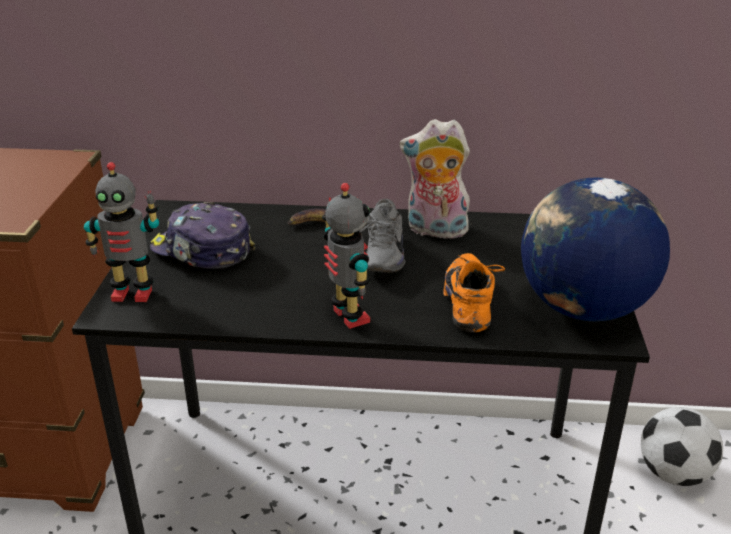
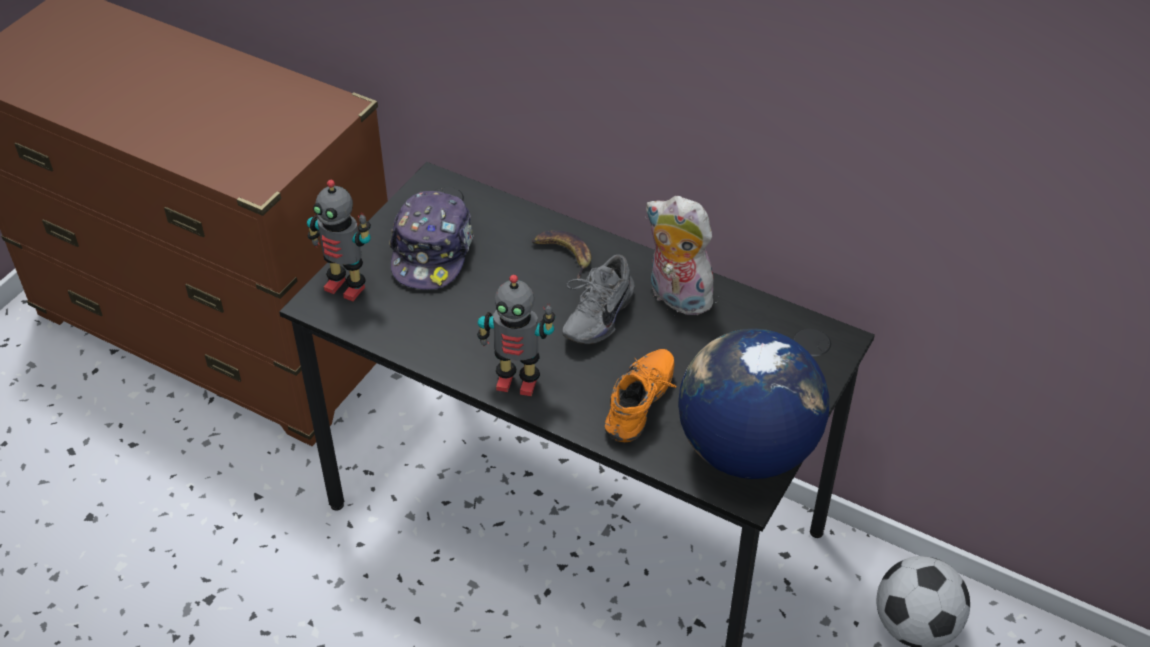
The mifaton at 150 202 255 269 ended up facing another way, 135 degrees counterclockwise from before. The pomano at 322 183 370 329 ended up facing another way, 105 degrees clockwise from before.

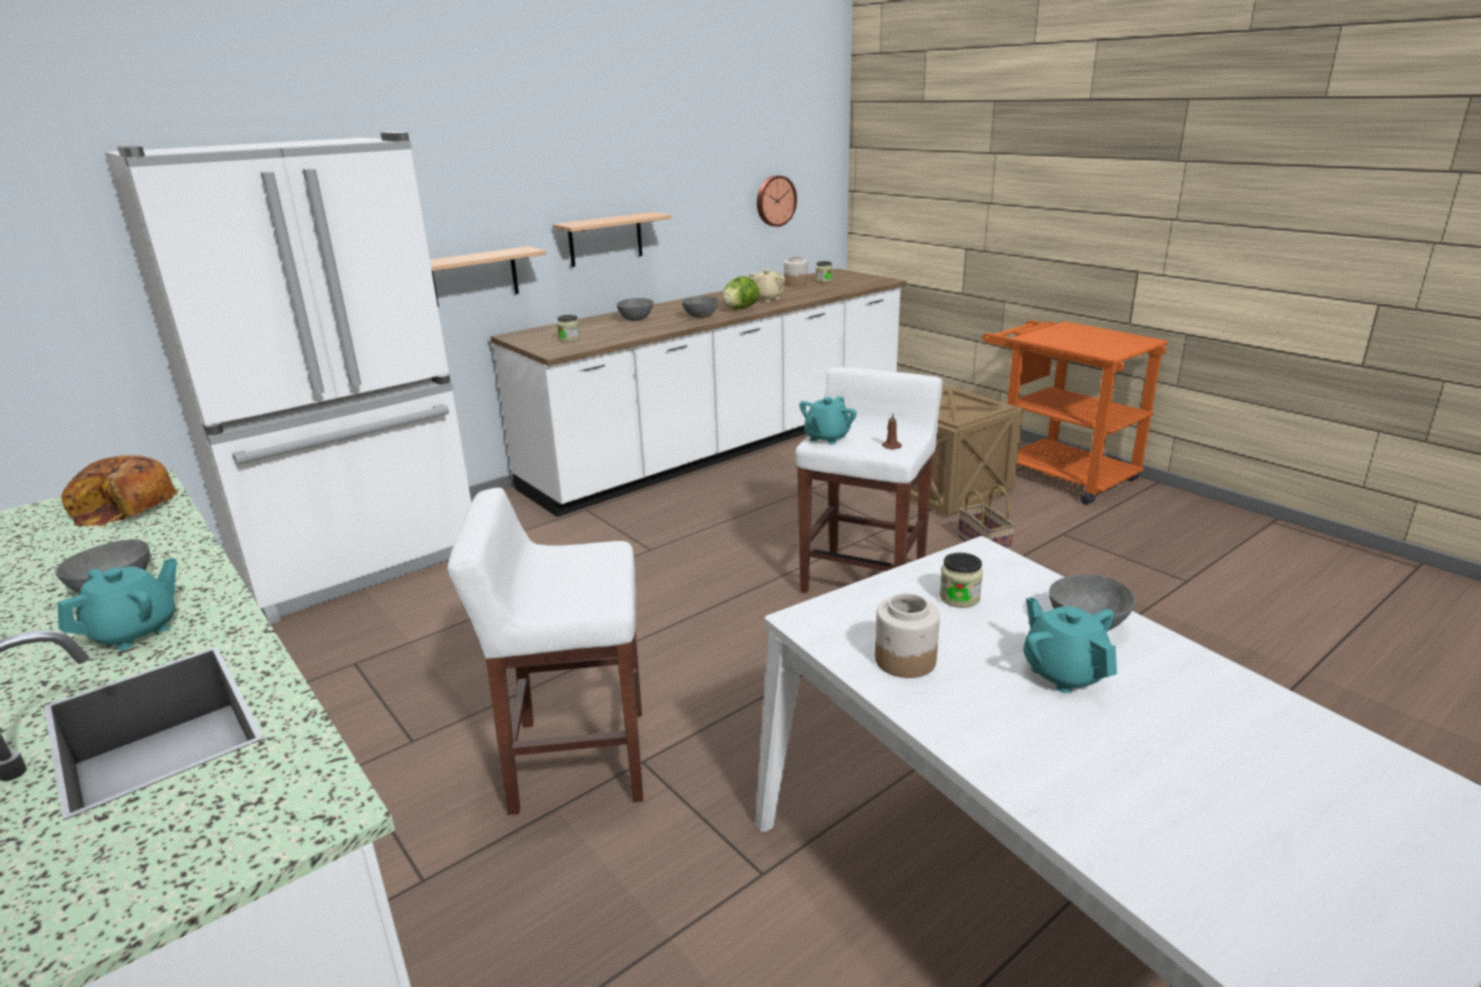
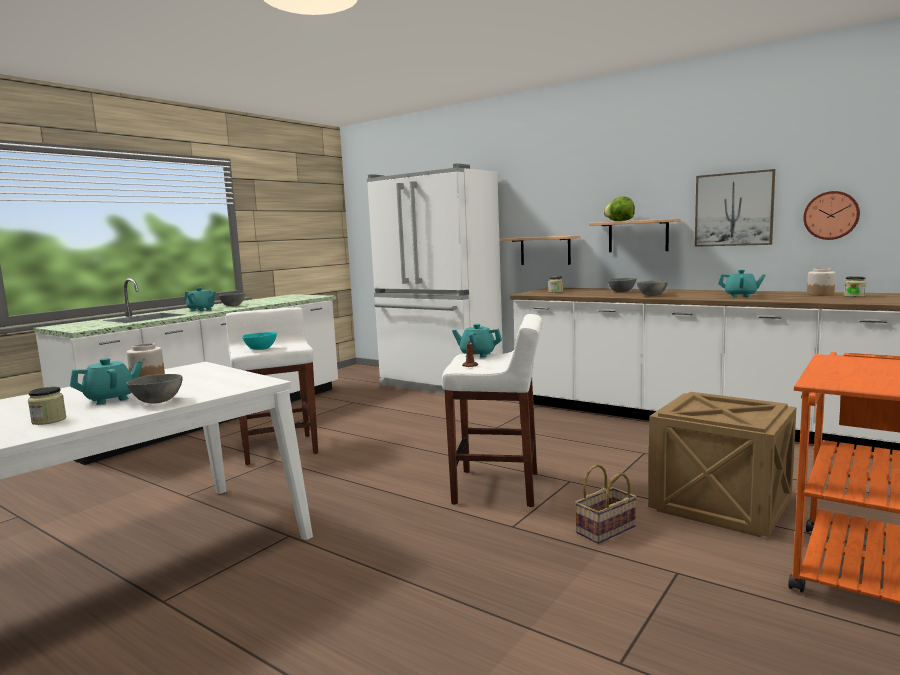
The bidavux ended up elsewhere, having gone from 939 553 983 608 to 28 387 67 425. The second view gained the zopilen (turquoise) at 242 332 277 350. The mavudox ended up elsewhere, having gone from 723 276 760 310 to 604 196 635 221. The second view gained the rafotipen at 695 169 775 247. What was the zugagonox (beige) at 749 270 785 302 turned into the zugagonox (turquoise) at 718 270 766 298. The second view lost the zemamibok at 61 455 178 527.

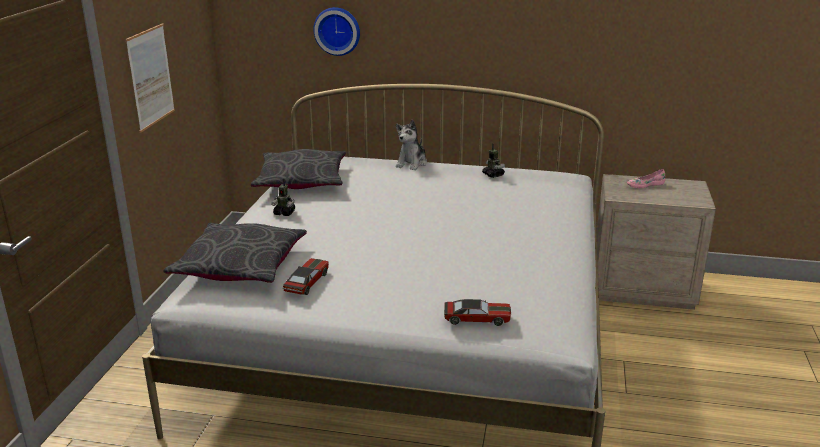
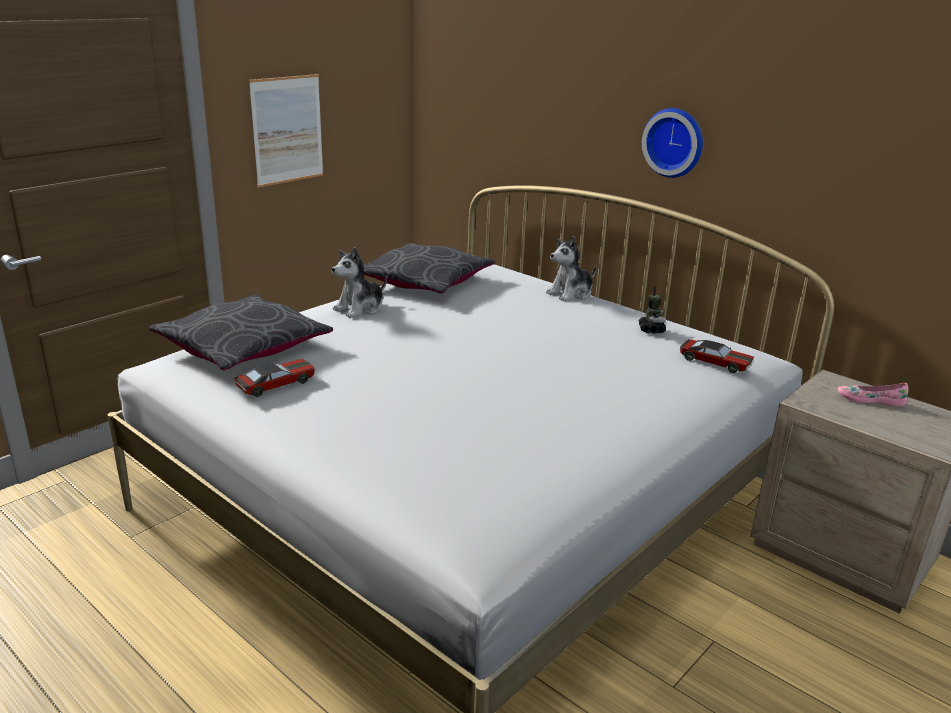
Where the pomano stood at 271 178 295 216, the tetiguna came to stand at 332 247 387 318. The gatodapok ended up elsewhere, having gone from 313 7 360 56 to 642 108 703 178. The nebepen ended up elsewhere, having gone from 444 299 511 326 to 680 339 754 373.

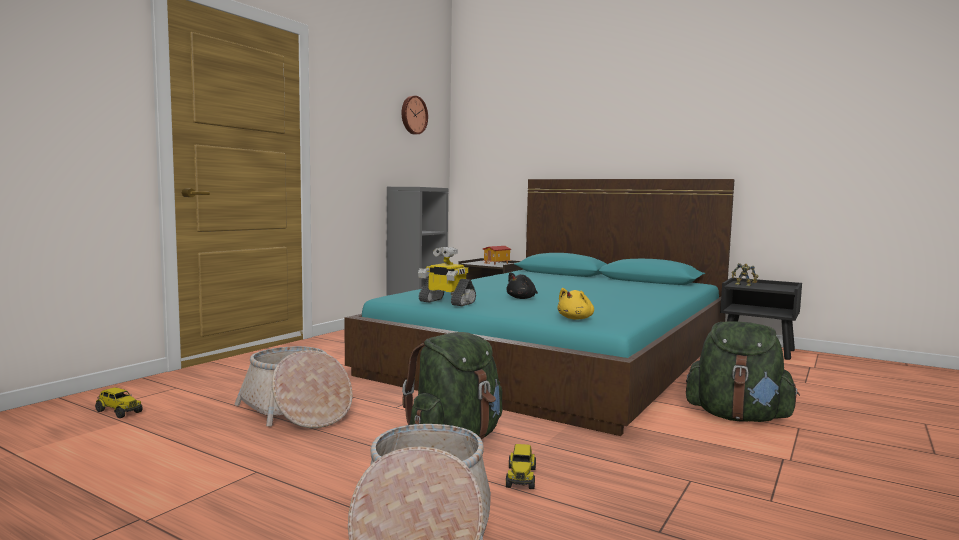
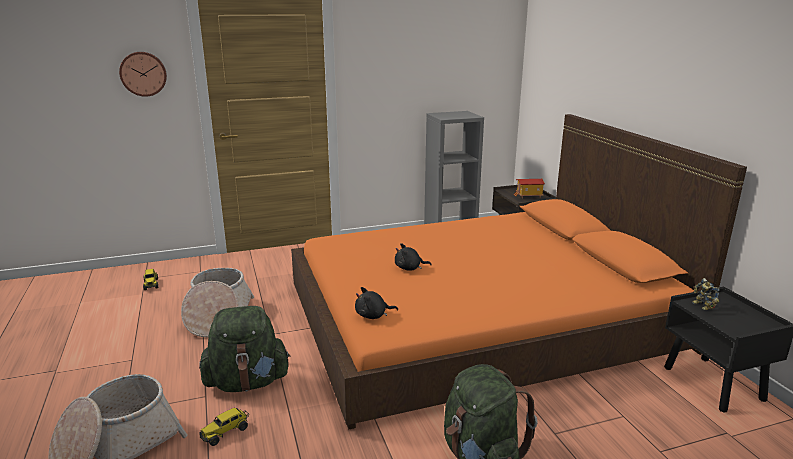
The gatodapok ended up elsewhere, having gone from 402 96 428 134 to 119 52 167 97. What was the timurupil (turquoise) at 344 179 735 436 turned into the timurupil (orange) at 291 114 747 429. What was the tetiguna (yellow) at 557 288 594 320 turned into the tetiguna (black) at 355 287 398 319. The second view lost the pomano at 418 247 476 306.

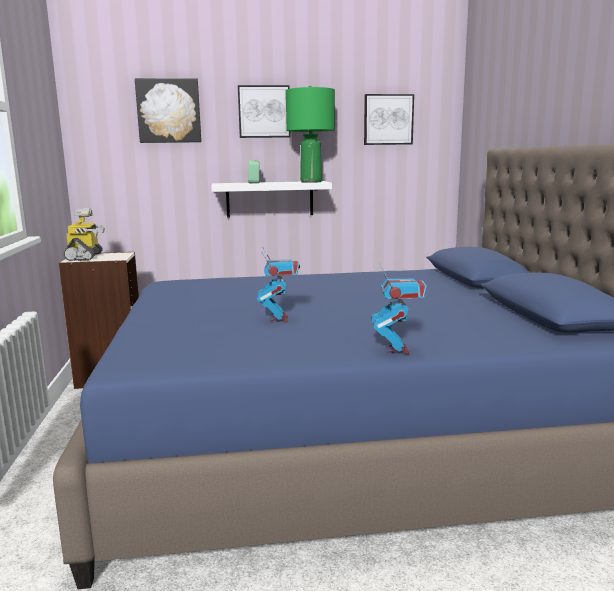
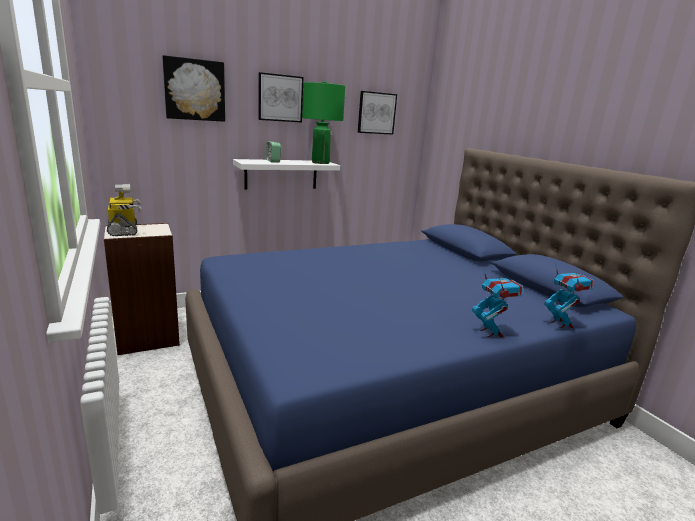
The pomano ended up elsewhere, having gone from 257 248 300 322 to 544 263 594 328.

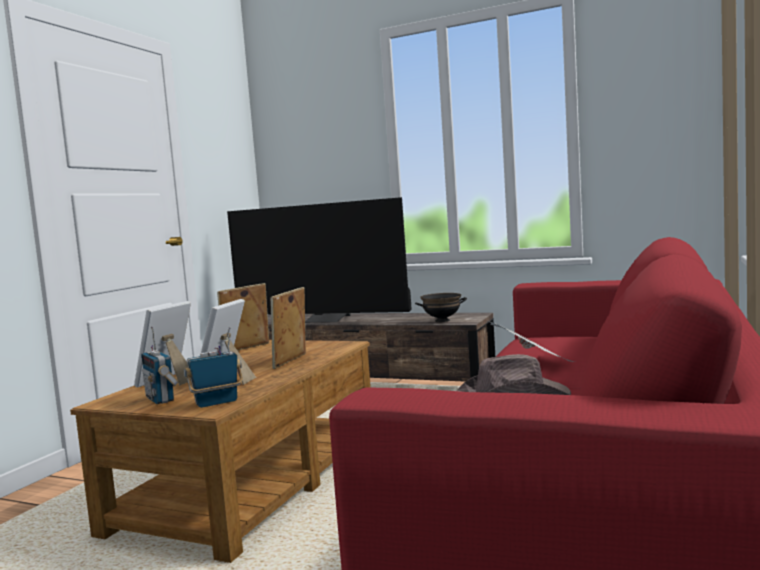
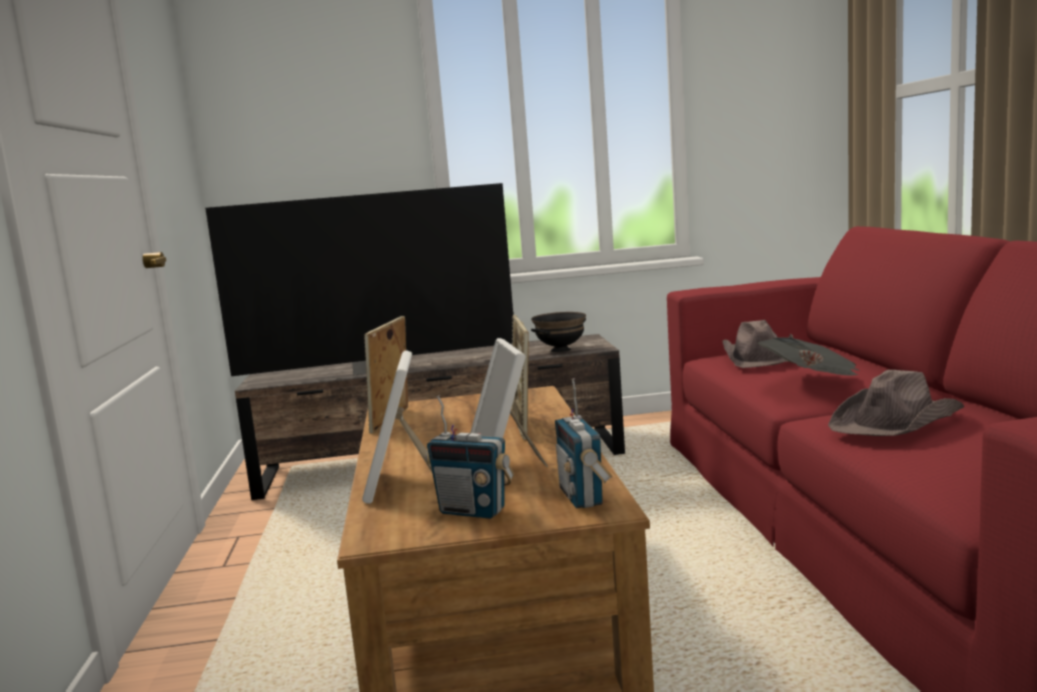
The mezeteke at 184 328 243 408 ended up facing another way, 45 degrees counterclockwise from before. The second view gained the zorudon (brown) at 723 320 793 368.

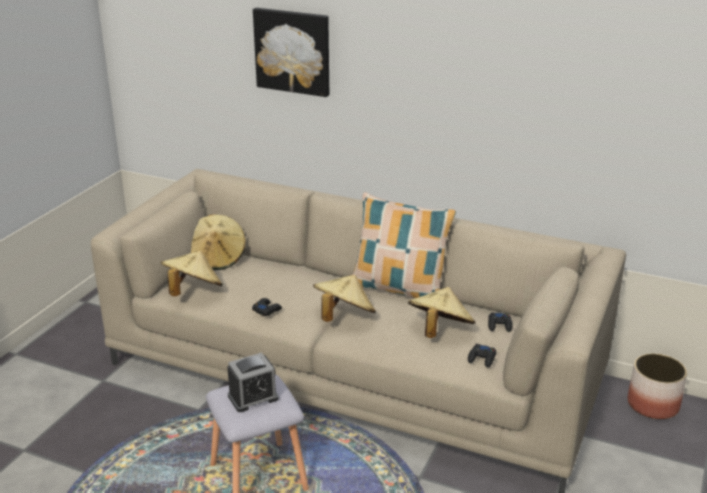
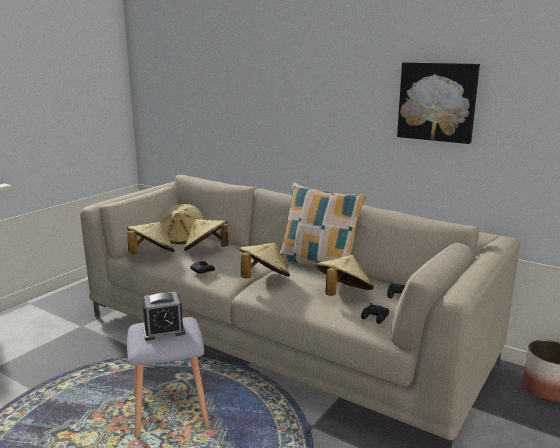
The second view gained the zorudon (beige) at 184 219 229 251. The rafotipen ended up elsewhere, having gone from 253 8 329 97 to 397 62 480 144.

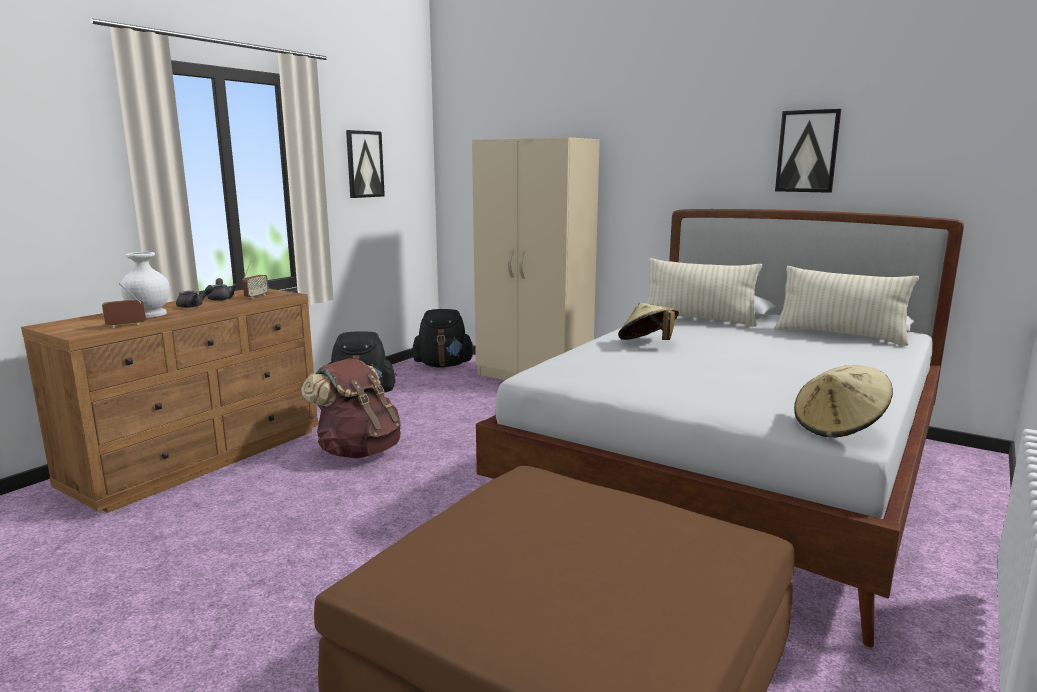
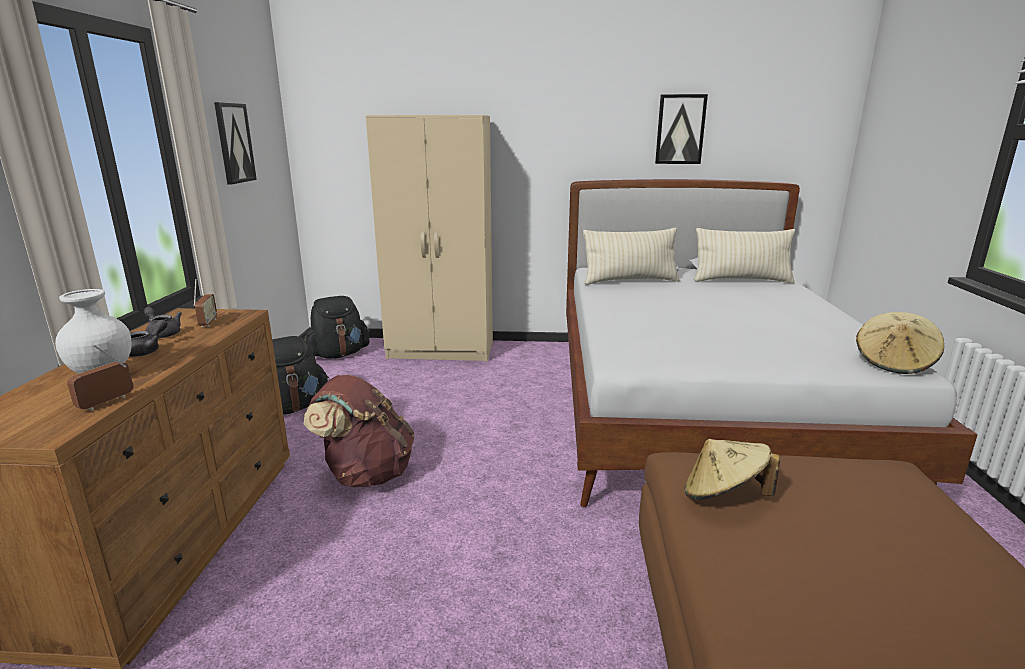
The zorudon (beige) ended up elsewhere, having gone from 618 303 679 340 to 684 439 780 500.

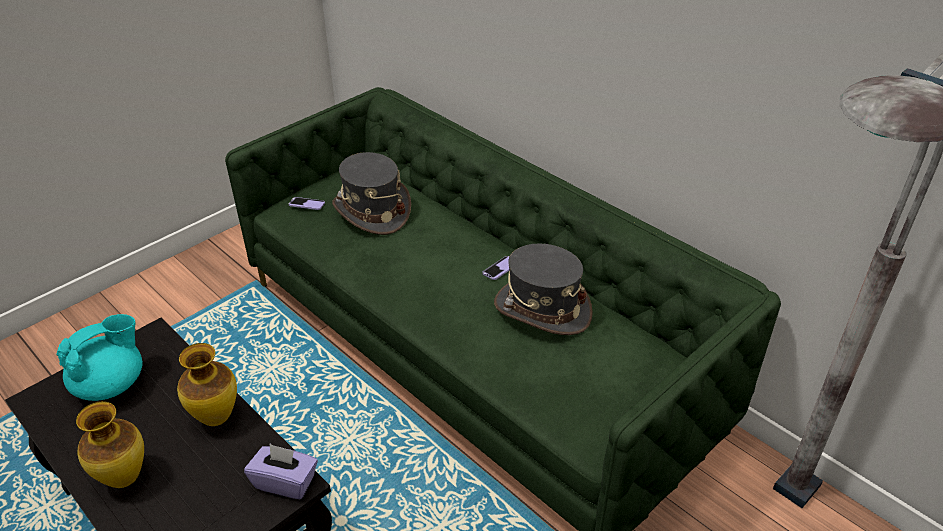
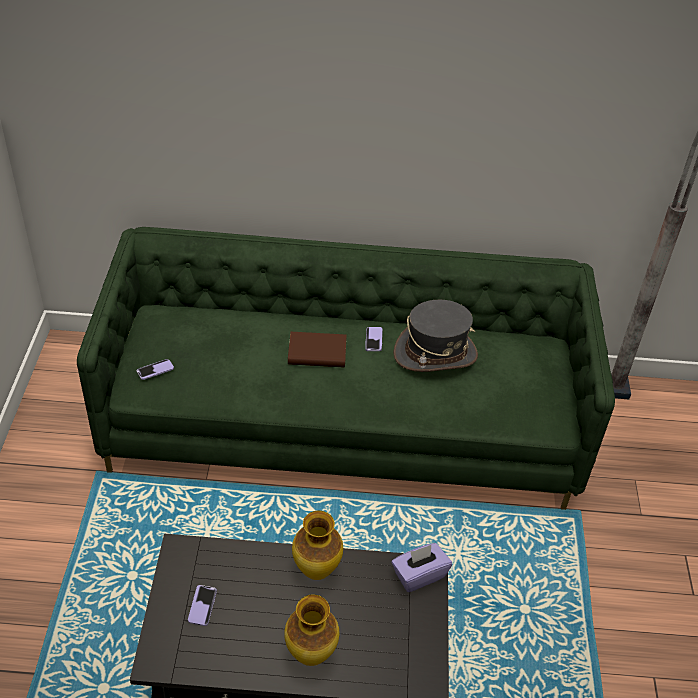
Where the zugagonox (turquoise) stood at 56 314 143 401, the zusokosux came to stand at 188 585 217 626. The second view gained the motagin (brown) at 288 332 347 367. The second view lost the zorudon (grey) at 332 152 411 235.

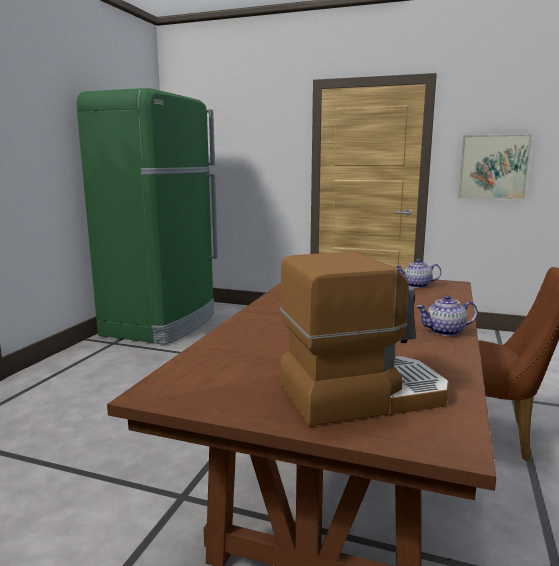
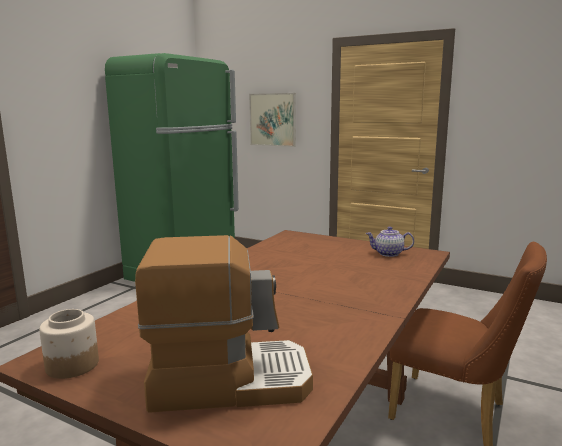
The second view gained the bidavux at 39 309 99 379. The rafotipen ended up elsewhere, having gone from 458 134 533 200 to 249 93 296 147. The second view lost the zugagonox at 416 295 478 336.

